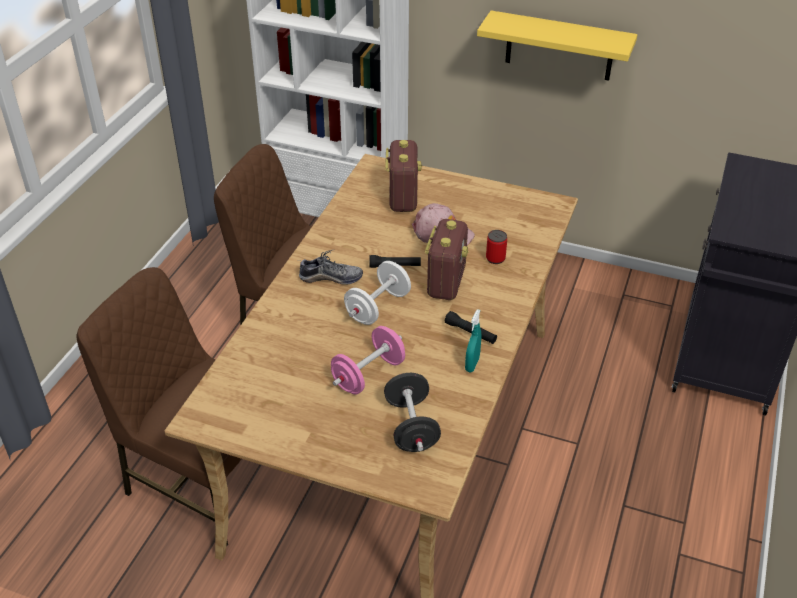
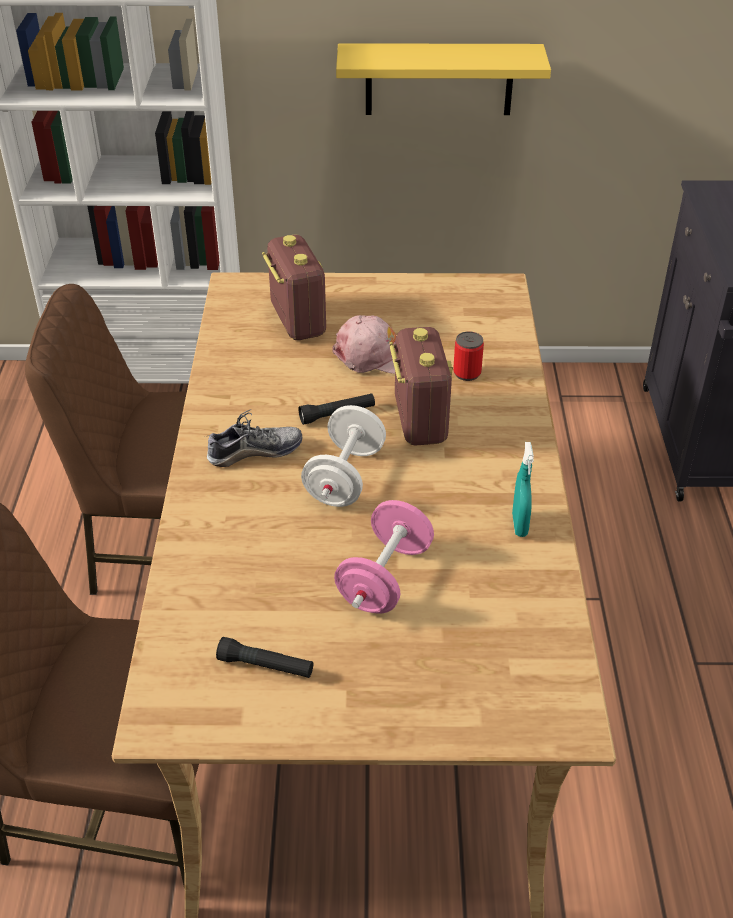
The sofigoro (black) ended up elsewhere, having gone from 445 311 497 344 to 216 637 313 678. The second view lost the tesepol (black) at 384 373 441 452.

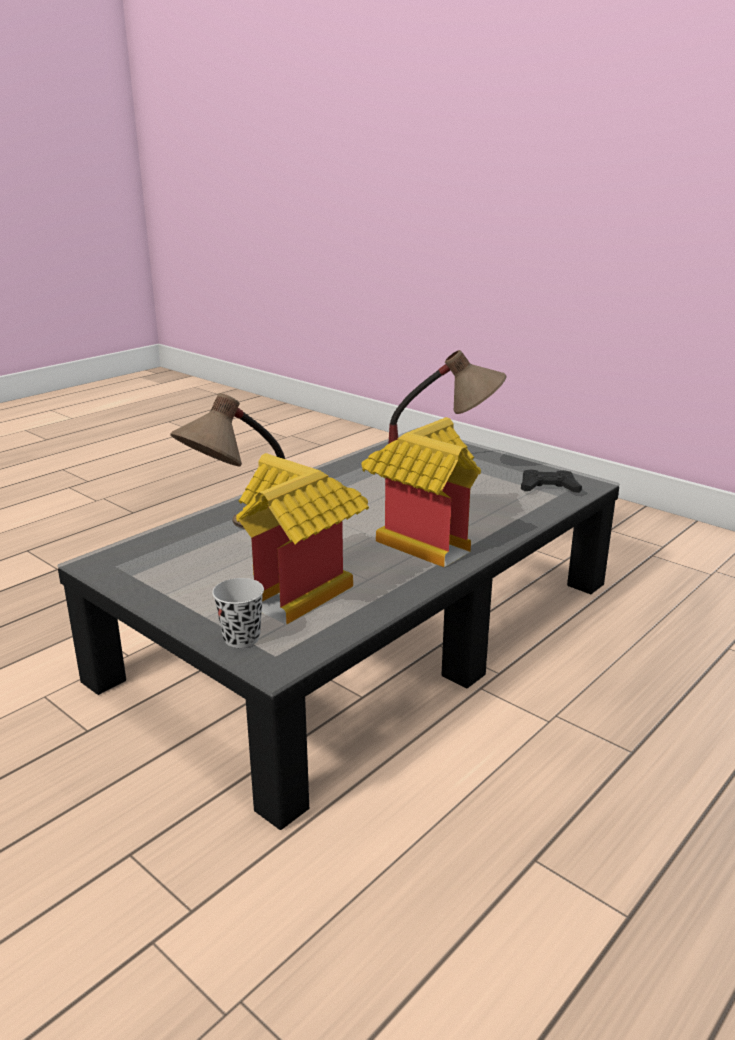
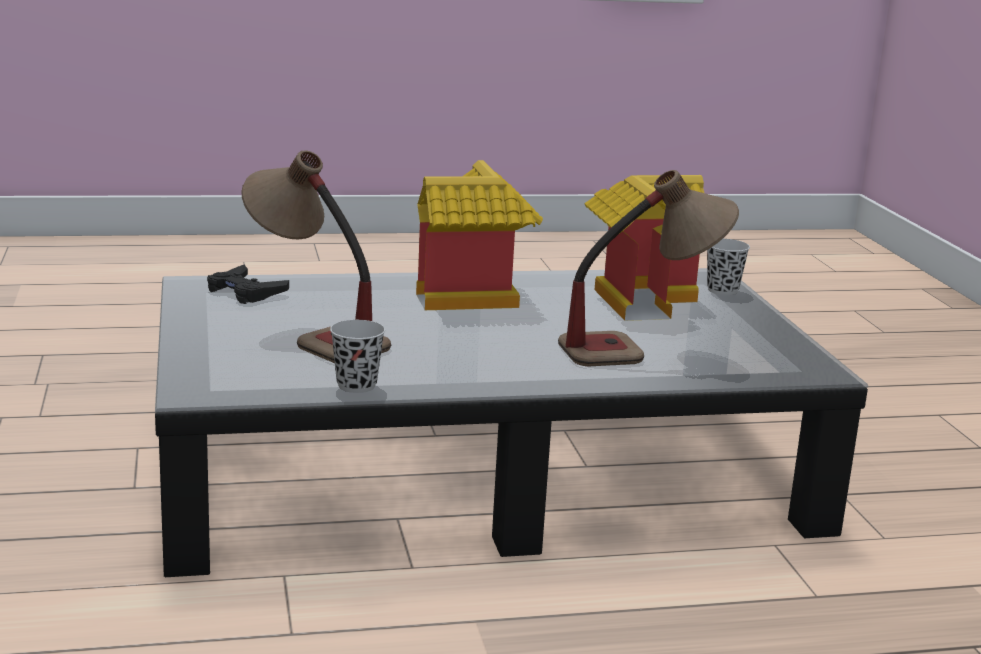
The second view gained the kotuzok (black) at 330 320 385 393.

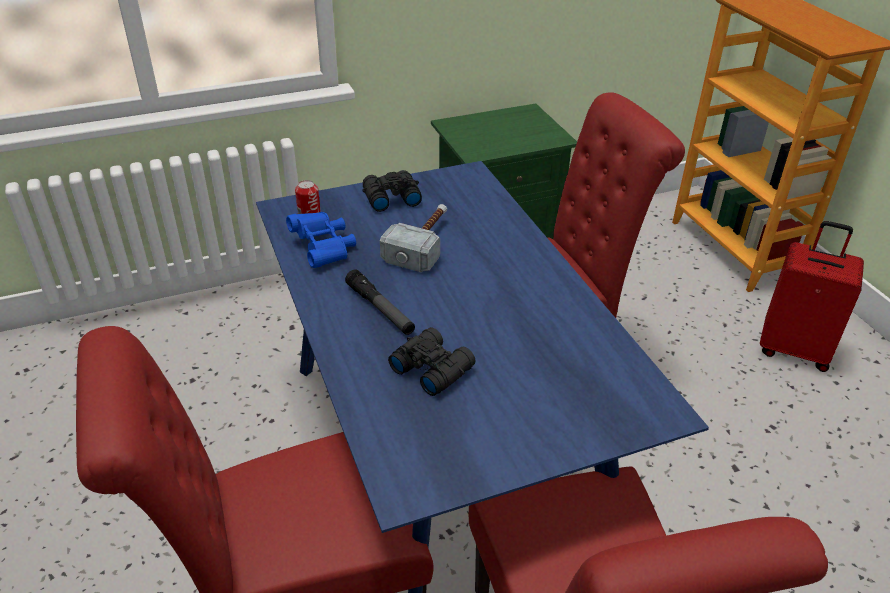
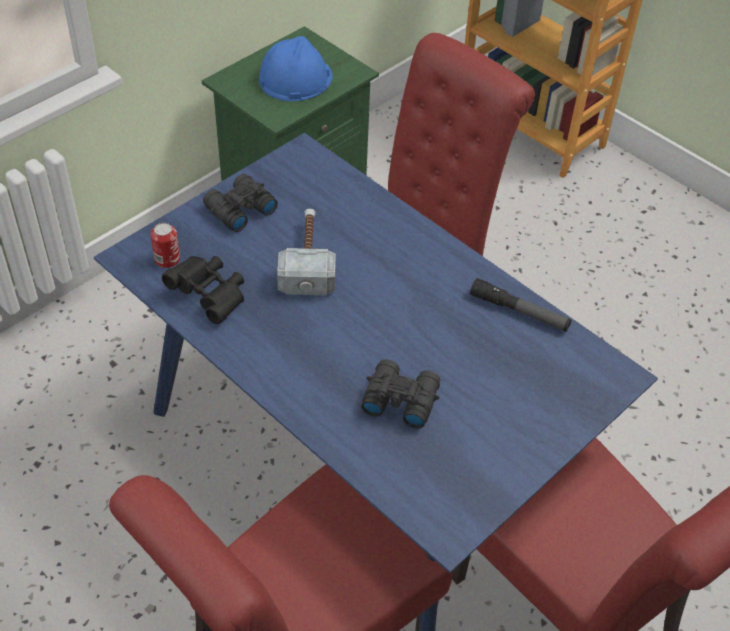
What was the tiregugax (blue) at 286 212 356 268 turned into the tiregugax (black) at 162 256 244 324. The second view gained the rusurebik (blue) at 259 36 333 101. The sofigoro ended up elsewhere, having gone from 345 269 415 335 to 470 278 572 332. The second view lost the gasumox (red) at 760 221 864 372.

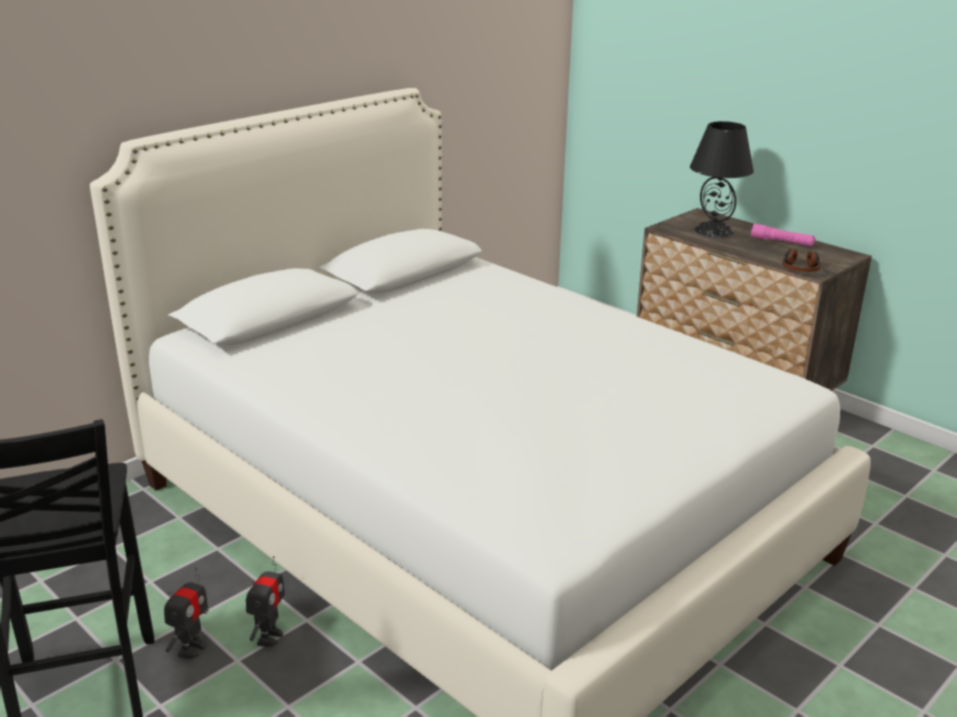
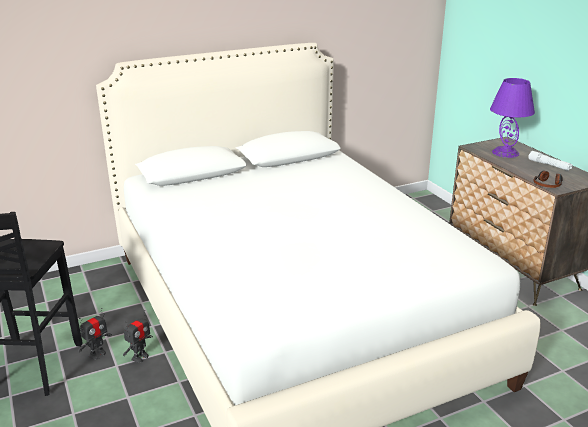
What was the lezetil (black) at 690 121 754 238 turned into the lezetil (purple) at 490 78 535 158. What was the sofigoro (pink) at 751 224 816 246 turned into the sofigoro (white) at 528 151 572 171.

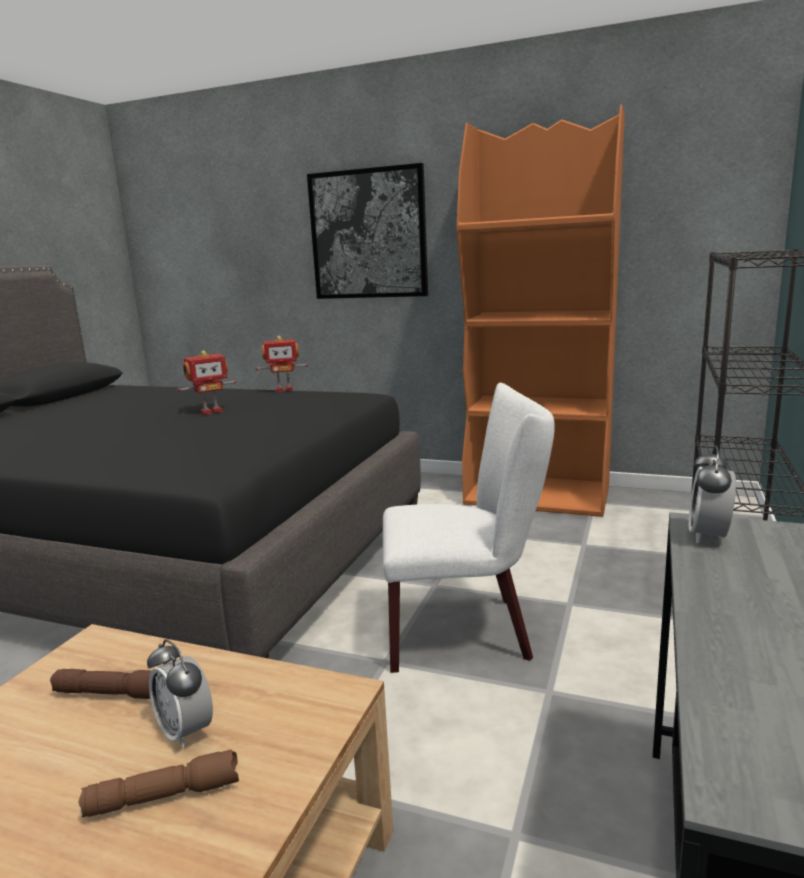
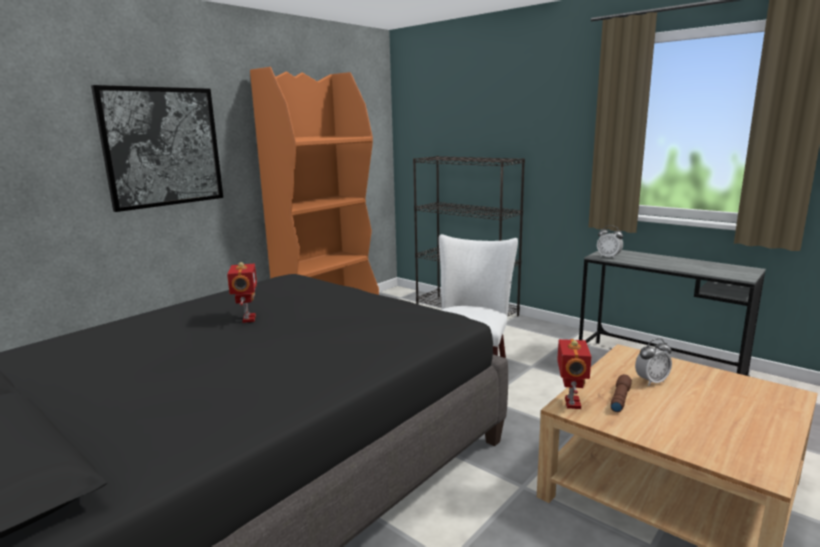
The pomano ended up elsewhere, having gone from 256 336 308 392 to 557 339 591 409. The second view lost the sofigoro (brown) at 79 750 239 817.

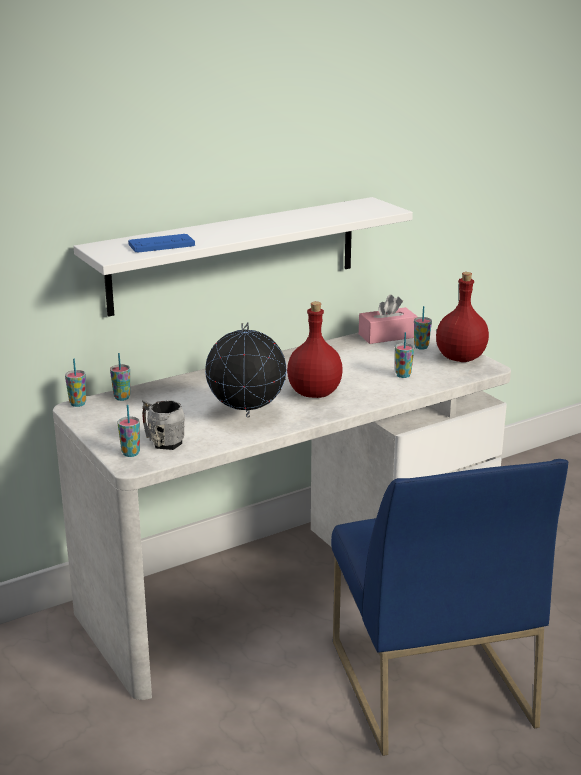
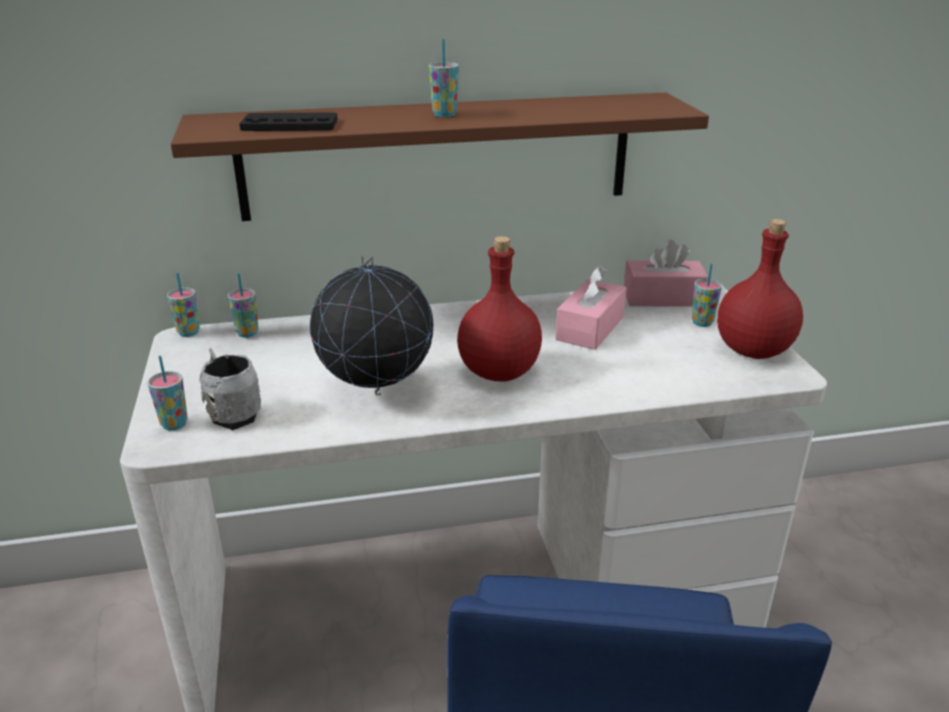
What was the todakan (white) at 73 197 413 317 turned into the todakan (brown) at 171 92 709 221. What was the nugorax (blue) at 128 234 195 253 turned into the nugorax (black) at 239 112 338 131. The kotuzok ended up elsewhere, having gone from 395 332 414 378 to 429 39 459 117. The second view gained the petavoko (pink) at 556 266 627 350.

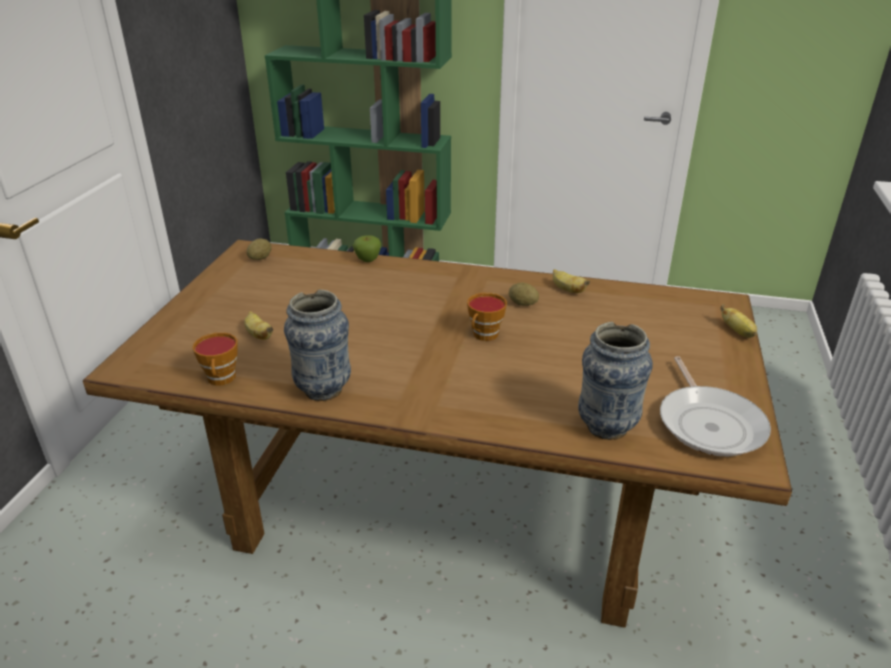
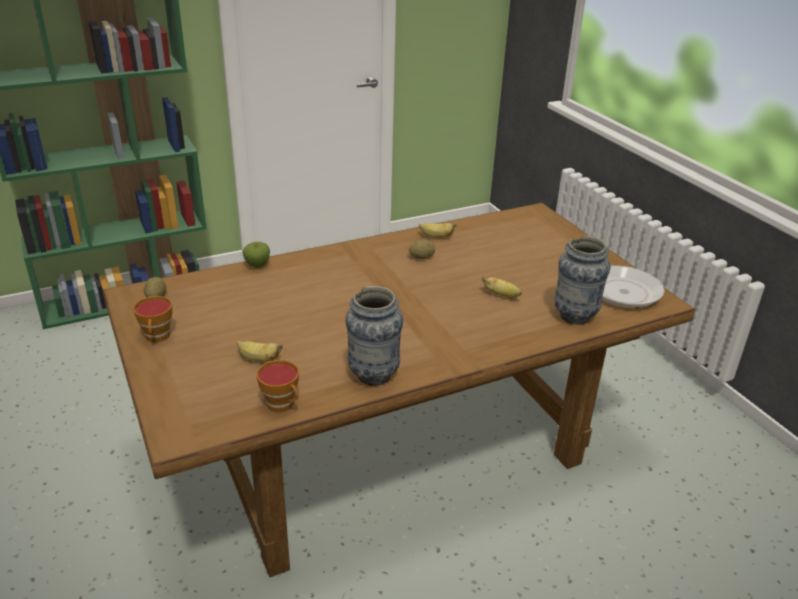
The kotuzok ended up elsewhere, having gone from 467 293 507 341 to 133 296 172 342. The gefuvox ended up elsewhere, having gone from 720 304 757 338 to 482 276 522 298.

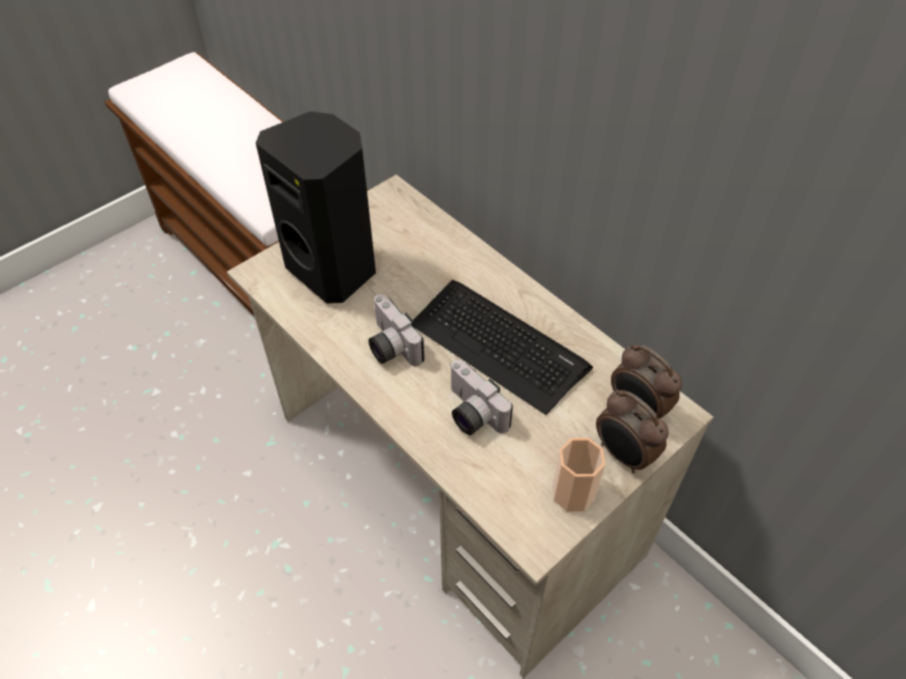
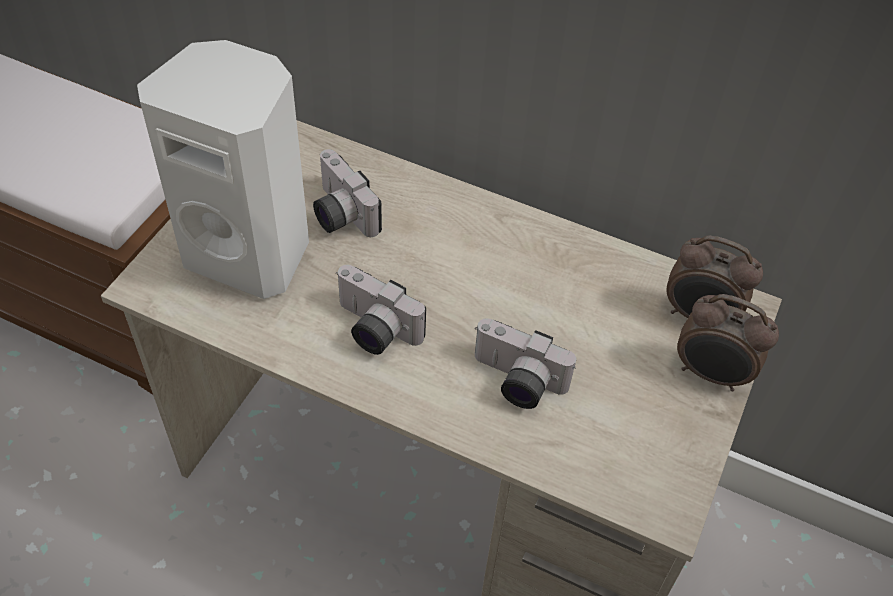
What was the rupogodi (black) at 256 111 376 304 turned into the rupogodi (white) at 137 40 309 299. The second view gained the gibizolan at 313 149 382 237. The second view lost the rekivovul at 413 280 593 415. The second view lost the kotuzok at 552 438 605 512.

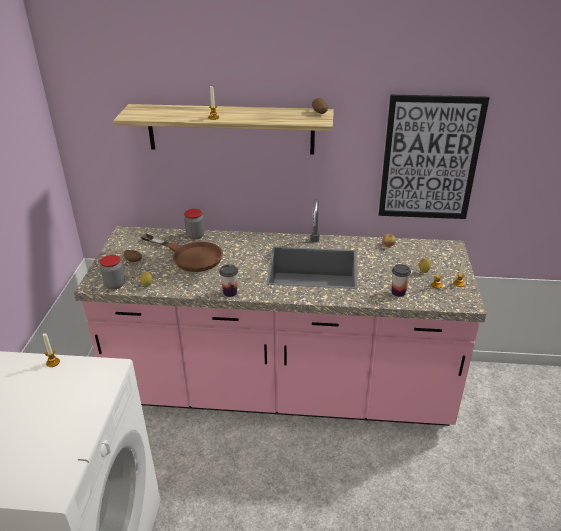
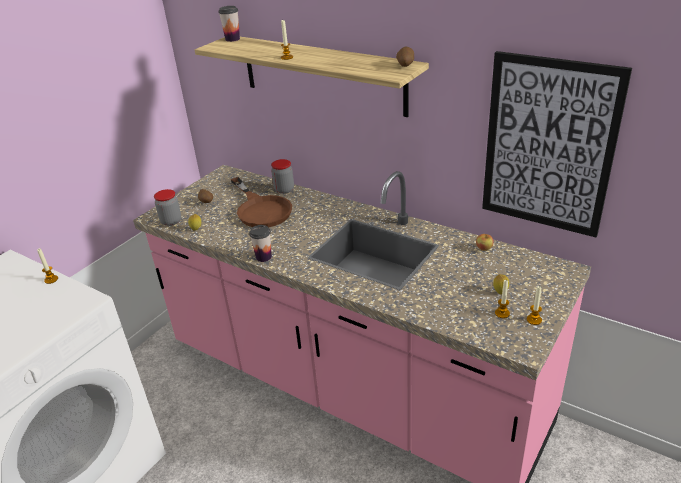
The kotuzok ended up elsewhere, having gone from 392 264 411 297 to 218 6 240 42.

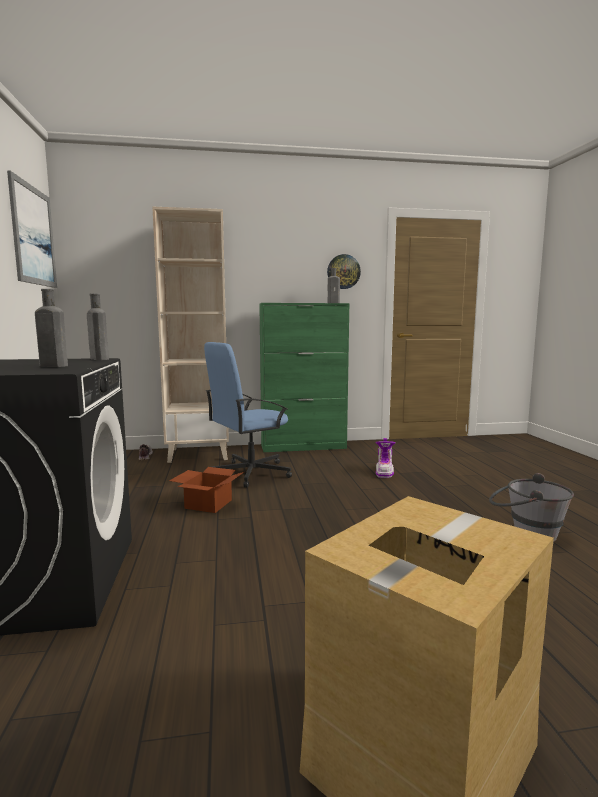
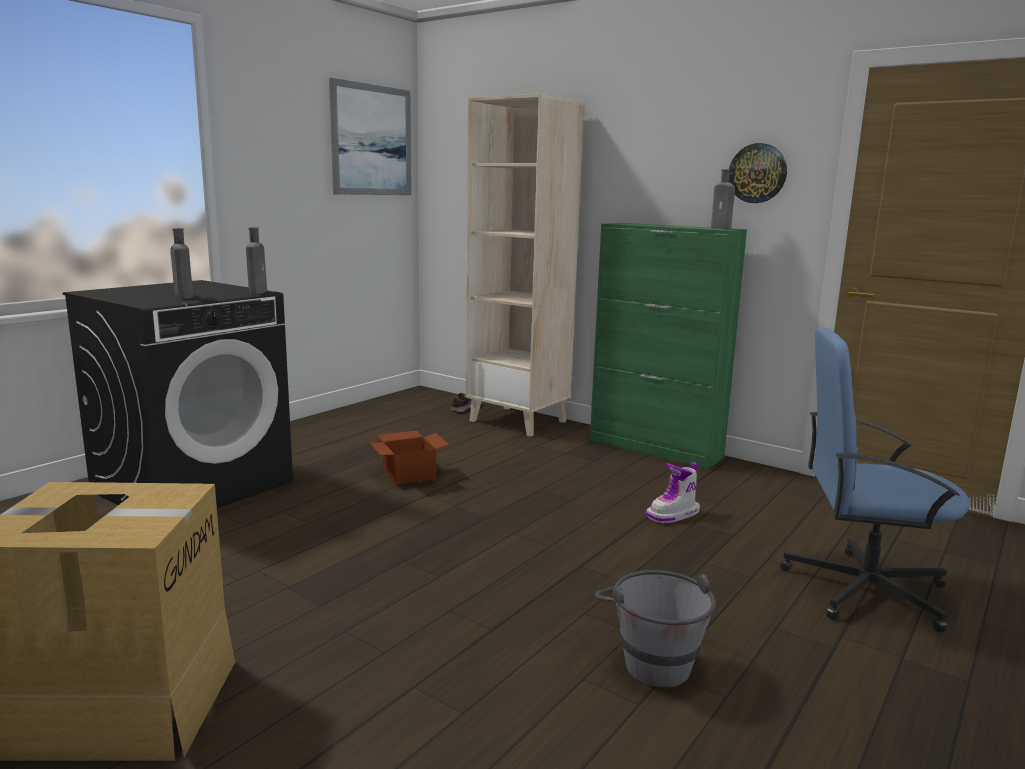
The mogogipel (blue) ended up elsewhere, having gone from 204 342 292 488 to 780 327 970 632.

